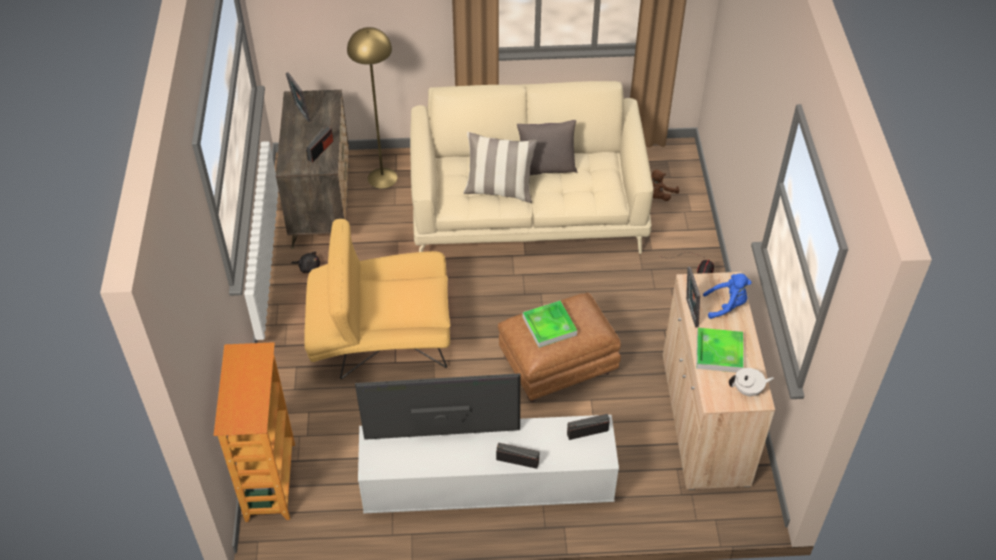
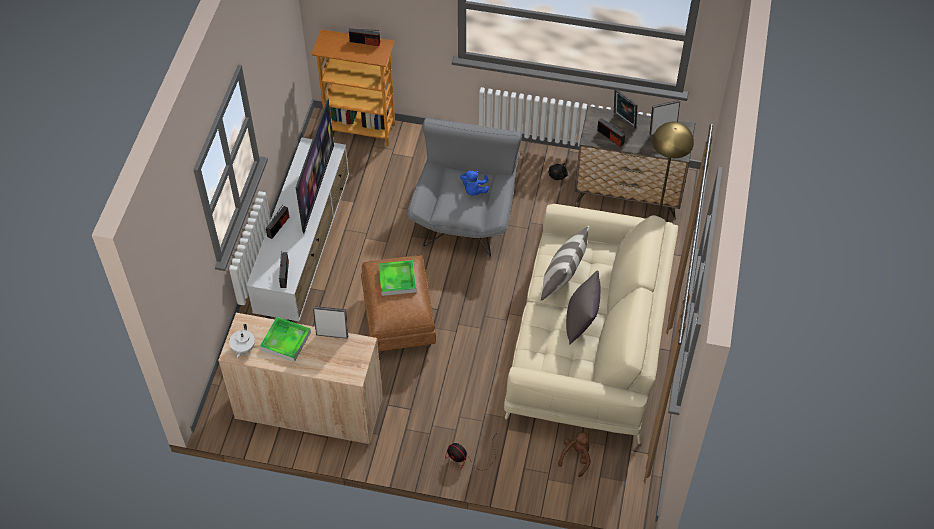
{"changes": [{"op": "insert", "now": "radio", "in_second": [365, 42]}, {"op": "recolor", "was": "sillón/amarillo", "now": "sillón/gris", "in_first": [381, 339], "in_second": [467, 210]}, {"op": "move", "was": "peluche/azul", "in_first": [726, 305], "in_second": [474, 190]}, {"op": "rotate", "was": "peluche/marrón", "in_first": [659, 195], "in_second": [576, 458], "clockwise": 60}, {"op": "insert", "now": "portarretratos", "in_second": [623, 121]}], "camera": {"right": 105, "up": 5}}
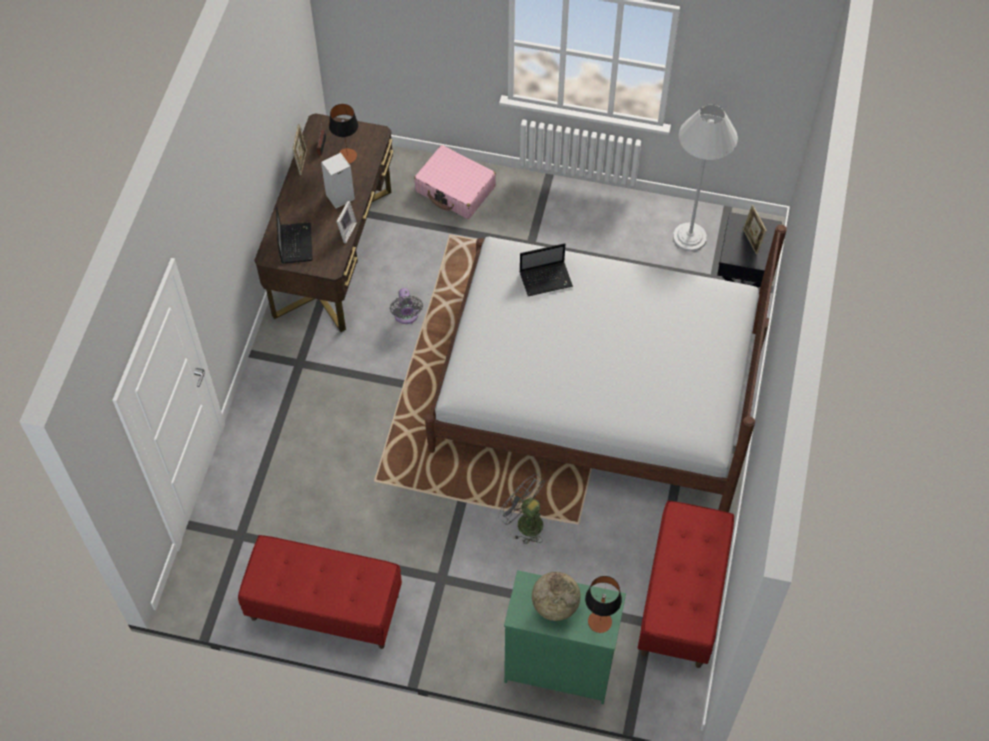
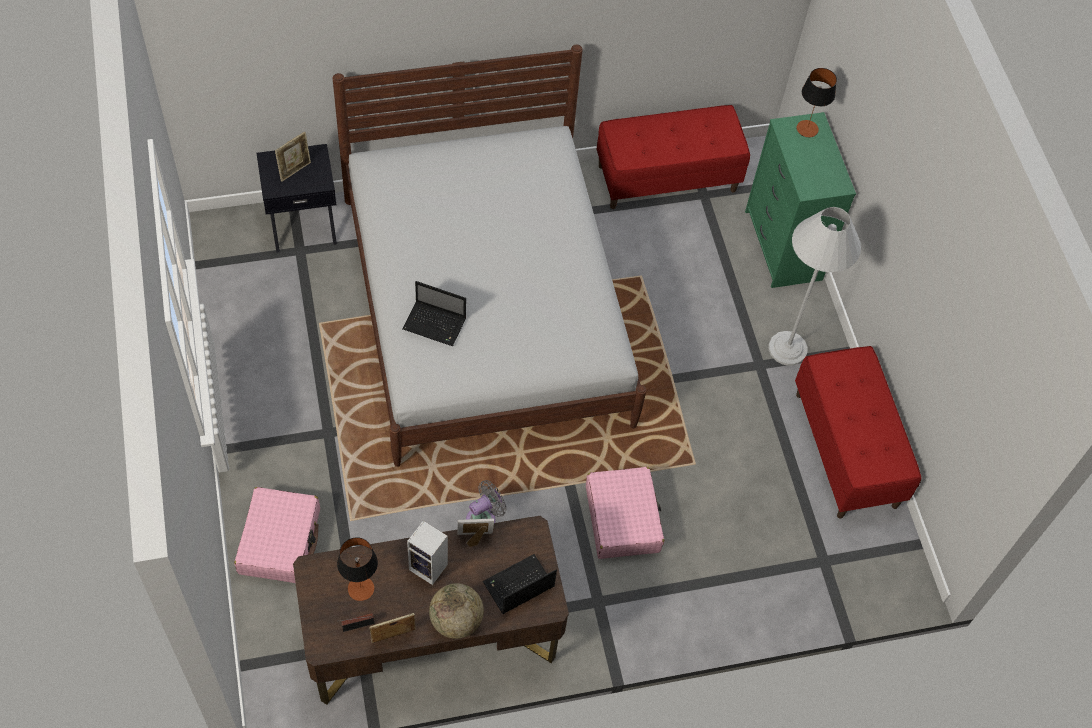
{"changes": [{"op": "rotate", "was": "portátil", "in_first": [546, 279], "in_second": [436, 324], "clockwise": 150}, {"op": "move", "was": "globo terráqueo", "in_first": [555, 605], "in_second": [456, 620]}, {"op": "insert", "now": "maleta/rosa", "in_second": [622, 518]}, {"op": "move", "was": "lámpara de pie/blanco", "in_first": [690, 237], "in_second": [787, 348]}, {"op": "delete", "was": "ventilador/gris", "in_first": [524, 522]}], "camera": {"right": -120, "up": 0}}
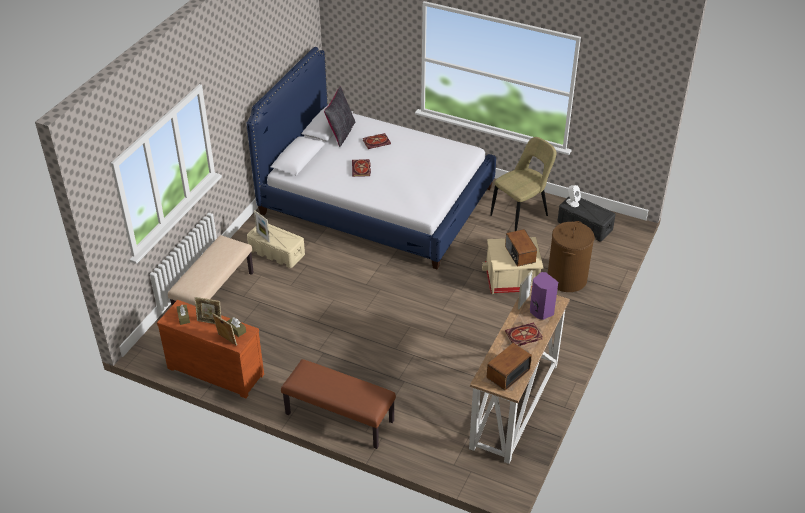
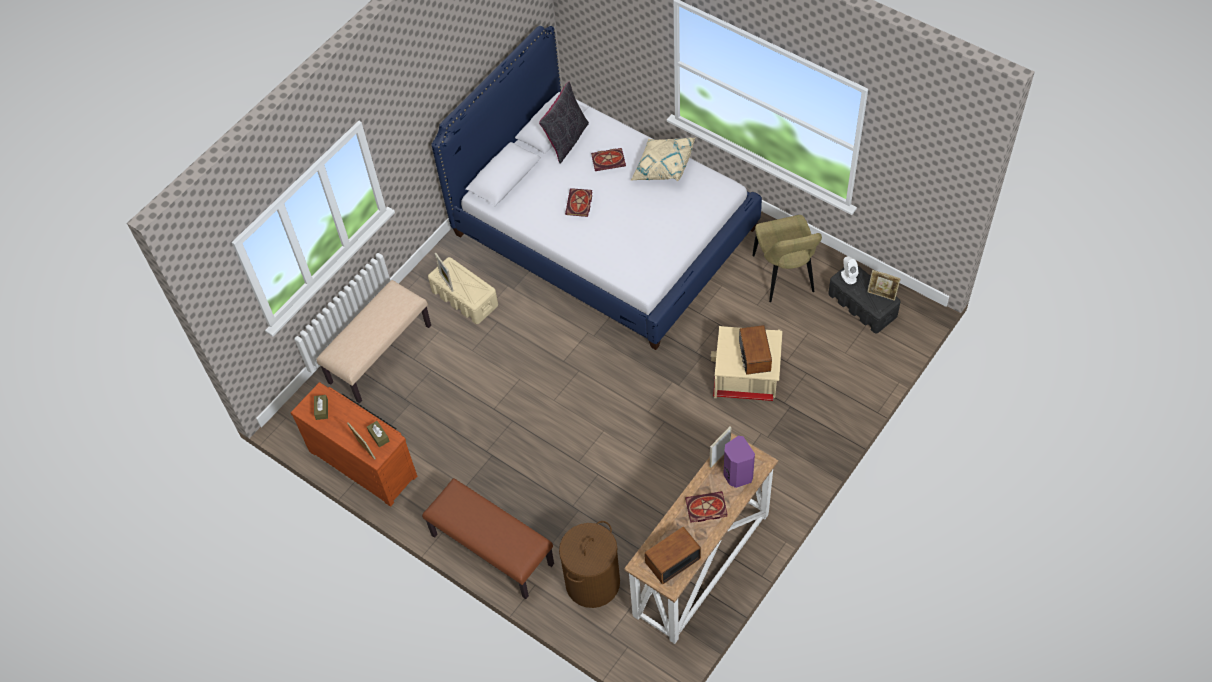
{"changes": [{"op": "move", "was": "cesto de la ropa/marrón", "in_first": [567, 279], "in_second": [592, 583]}, {"op": "insert", "now": "cojín/beis", "in_second": [662, 167]}, {"op": "rotate", "was": "silla/beis", "in_first": [521, 214], "in_second": [784, 276], "clockwise": 105}, {"op": "move", "was": "portarretratos", "in_first": [210, 322], "in_second": [881, 295]}], "camera": {"right": 15, "up": 15}}
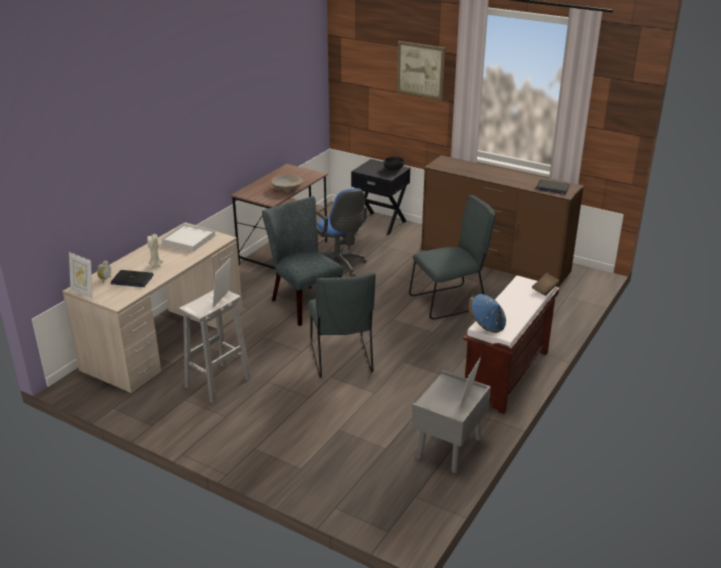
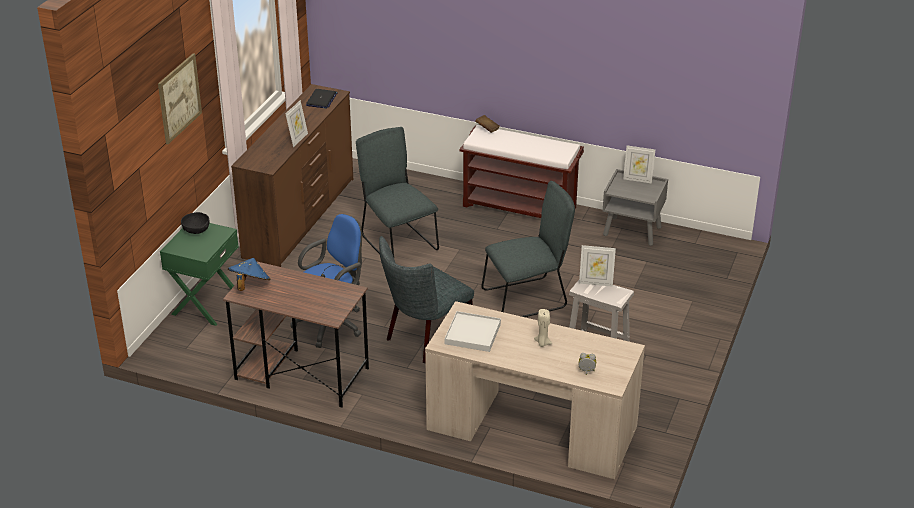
{"changes": [{"op": "recolor", "was": "mesita de noche/negro", "now": "mesita de noche/verde", "in_first": [380, 223], "in_second": [205, 304]}, {"op": "move", "was": "sombrero/azul", "in_first": [487, 324], "in_second": [249, 285]}, {"op": "move", "was": "portarretratos", "in_first": [83, 292], "in_second": [298, 139]}, {"op": "delete", "was": "portátil", "in_first": [132, 280]}, {"op": "delete", "was": "cuenco/beis", "in_first": [286, 188]}], "camera": {"right": -100, "up": 5}}
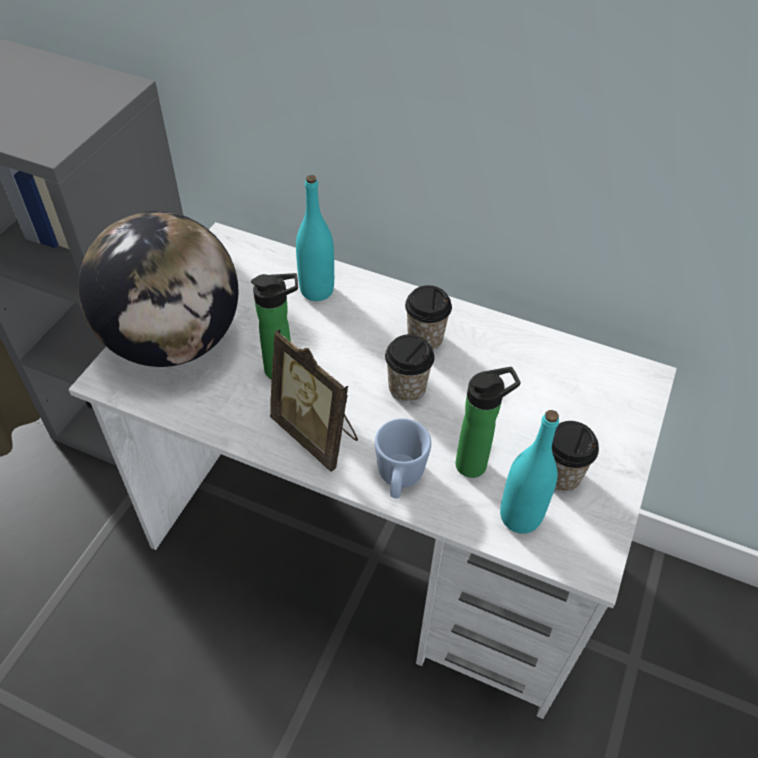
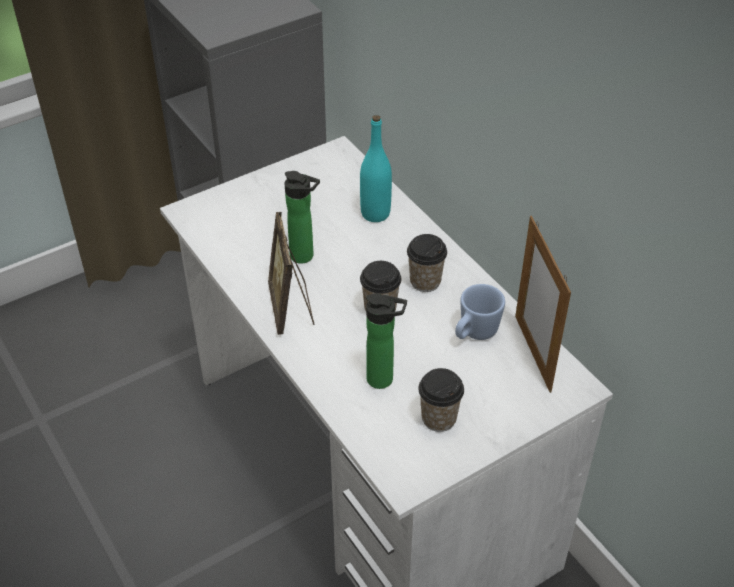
{"changes": [{"op": "move", "was": "taza grande/azul", "in_first": [399, 479], "in_second": [474, 333]}, {"op": "insert", "now": "portarretratos", "in_second": [532, 353]}, {"op": "delete", "was": "globo terráqueo", "in_first": [173, 341]}, {"op": "delete", "was": "botella/turquesa", "in_first": [520, 516]}], "camera": {"right": 35, "up": -5}}
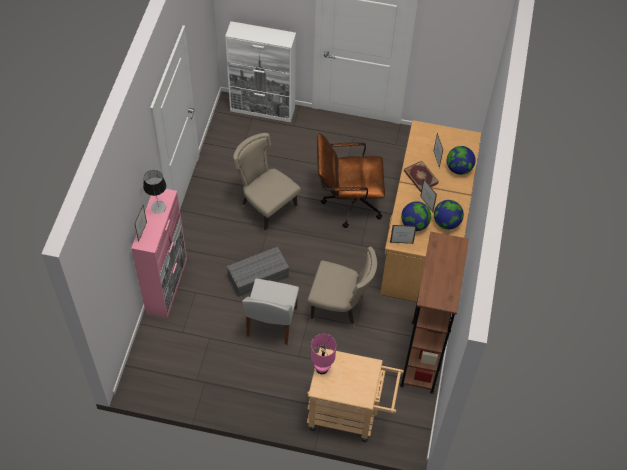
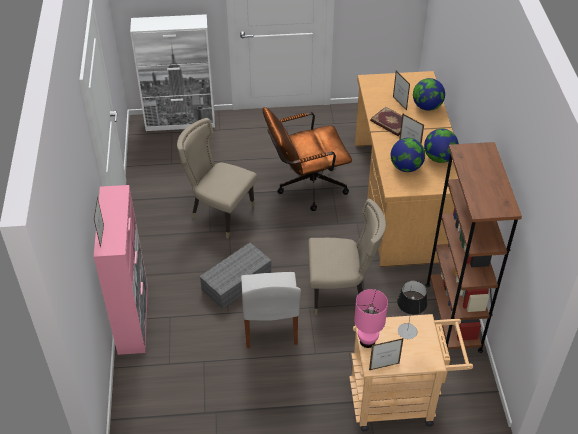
{"changes": [{"op": "move", "was": "portarretratos", "in_first": [401, 243], "in_second": [384, 367]}, {"op": "move", "was": "lámpara de mesa", "in_first": [158, 207], "in_second": [407, 331]}], "camera": {"right": -15, "up": -10}}
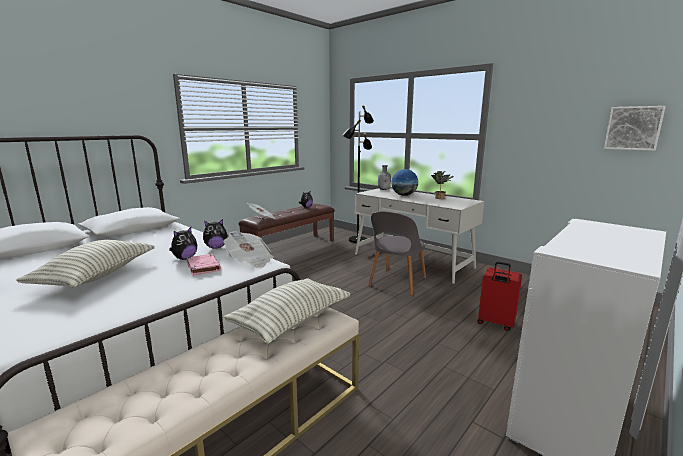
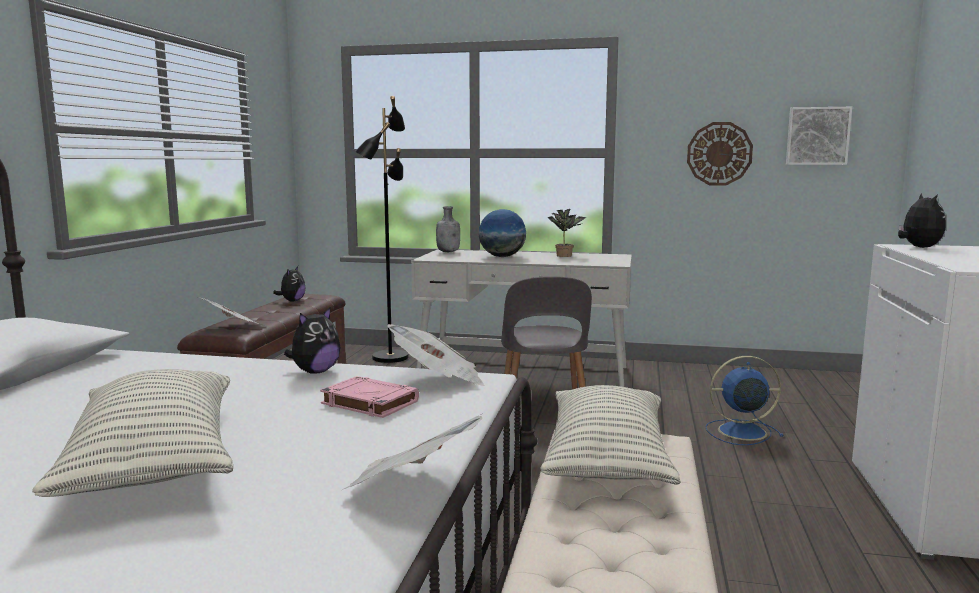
{"changes": [{"op": "insert", "now": "periódico", "in_second": [413, 488]}, {"op": "insert", "now": "reloj de pared", "in_second": [719, 154]}, {"op": "replace", "was": "maleta/rojo", "now": "ventilador/azul", "in_first": [495, 323], "in_second": [739, 432]}, {"op": "move", "was": "peluche", "in_first": [185, 258], "in_second": [918, 247]}], "camera": {"right": -30, "up": -5}}
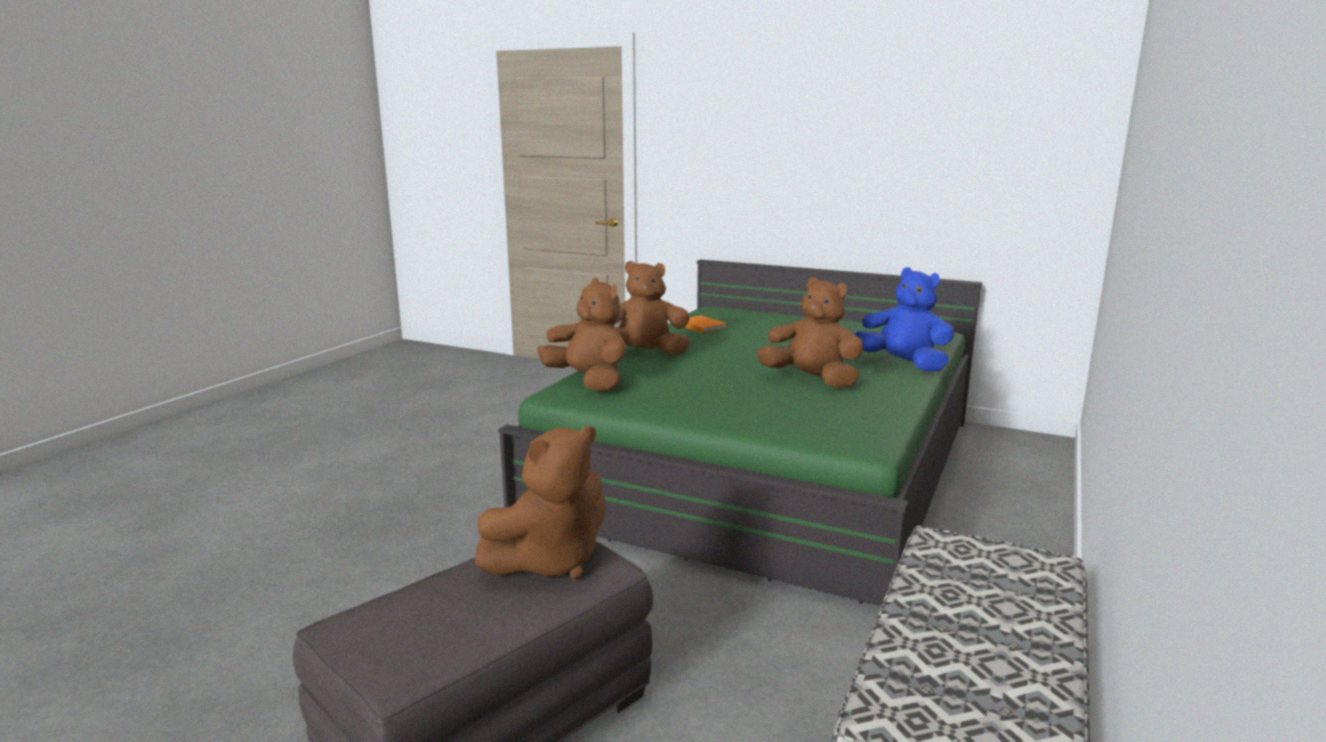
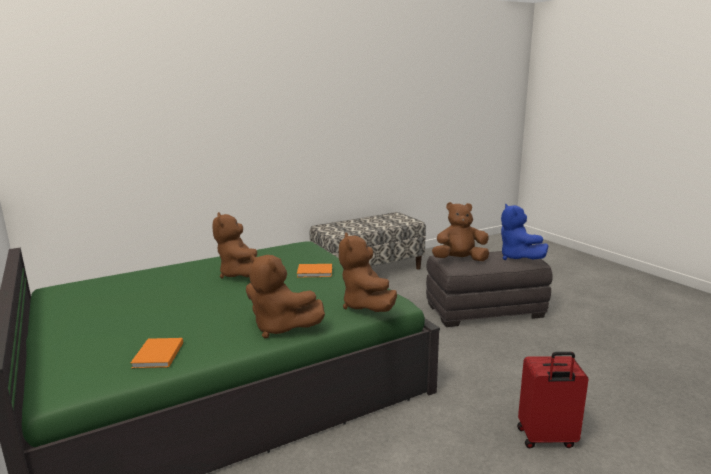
{"changes": [{"op": "insert", "now": "libro/naranja", "in_second": [316, 272]}, {"op": "move", "was": "peluche/azul", "in_first": [903, 364], "in_second": [517, 257]}, {"op": "insert", "now": "maleta/rojo", "in_second": [546, 439]}], "camera": {"right": -145, "up": 0}}
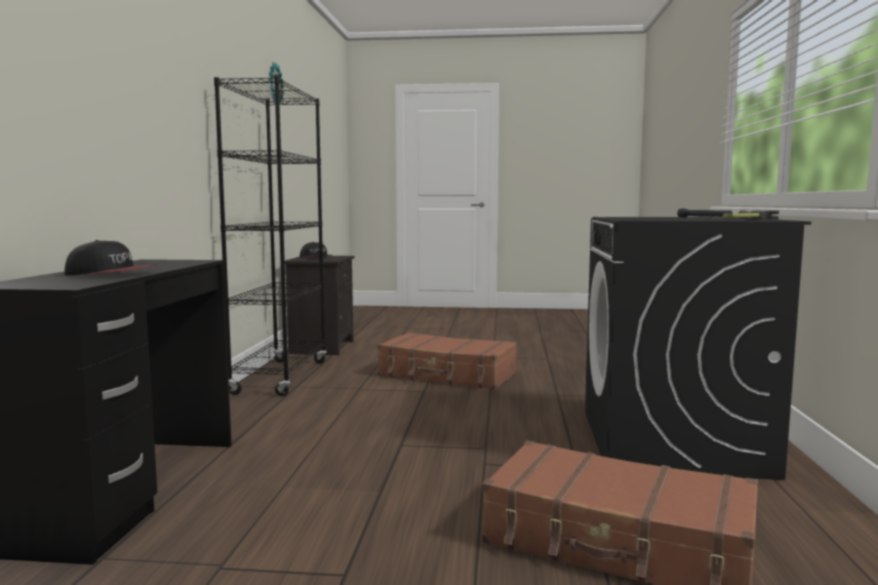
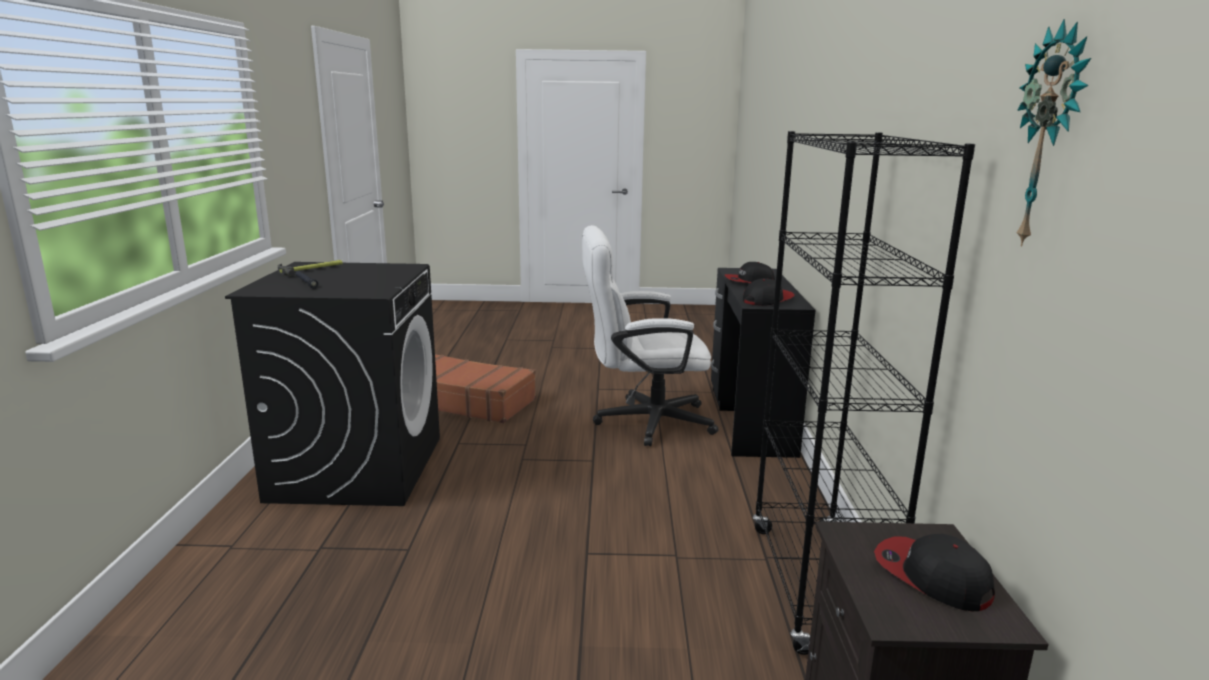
{"changes": [{"op": "insert", "now": "silla de oficina/blanco", "in_second": [643, 421]}, {"op": "insert", "now": "gorra", "in_second": [767, 299]}, {"op": "delete", "was": "maleta/marrón", "in_first": [447, 375]}], "camera": {"right": 175, "up": 10}}
